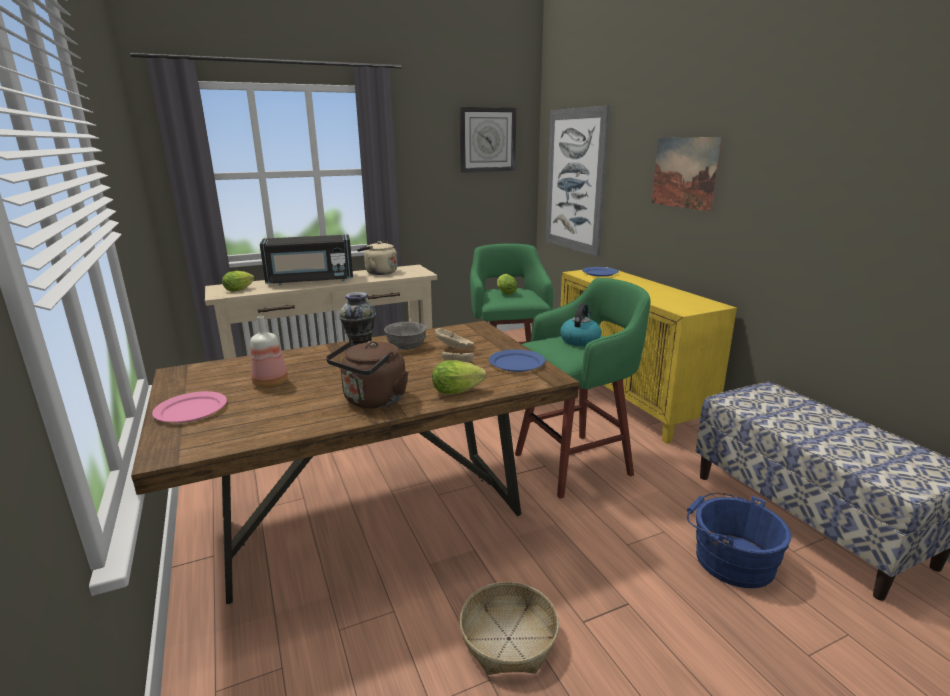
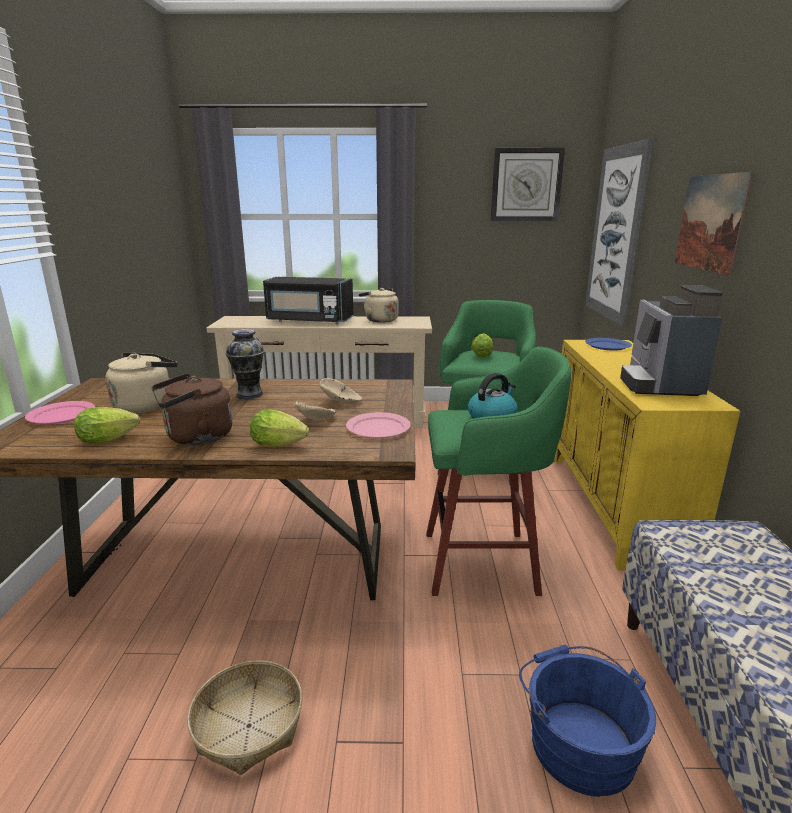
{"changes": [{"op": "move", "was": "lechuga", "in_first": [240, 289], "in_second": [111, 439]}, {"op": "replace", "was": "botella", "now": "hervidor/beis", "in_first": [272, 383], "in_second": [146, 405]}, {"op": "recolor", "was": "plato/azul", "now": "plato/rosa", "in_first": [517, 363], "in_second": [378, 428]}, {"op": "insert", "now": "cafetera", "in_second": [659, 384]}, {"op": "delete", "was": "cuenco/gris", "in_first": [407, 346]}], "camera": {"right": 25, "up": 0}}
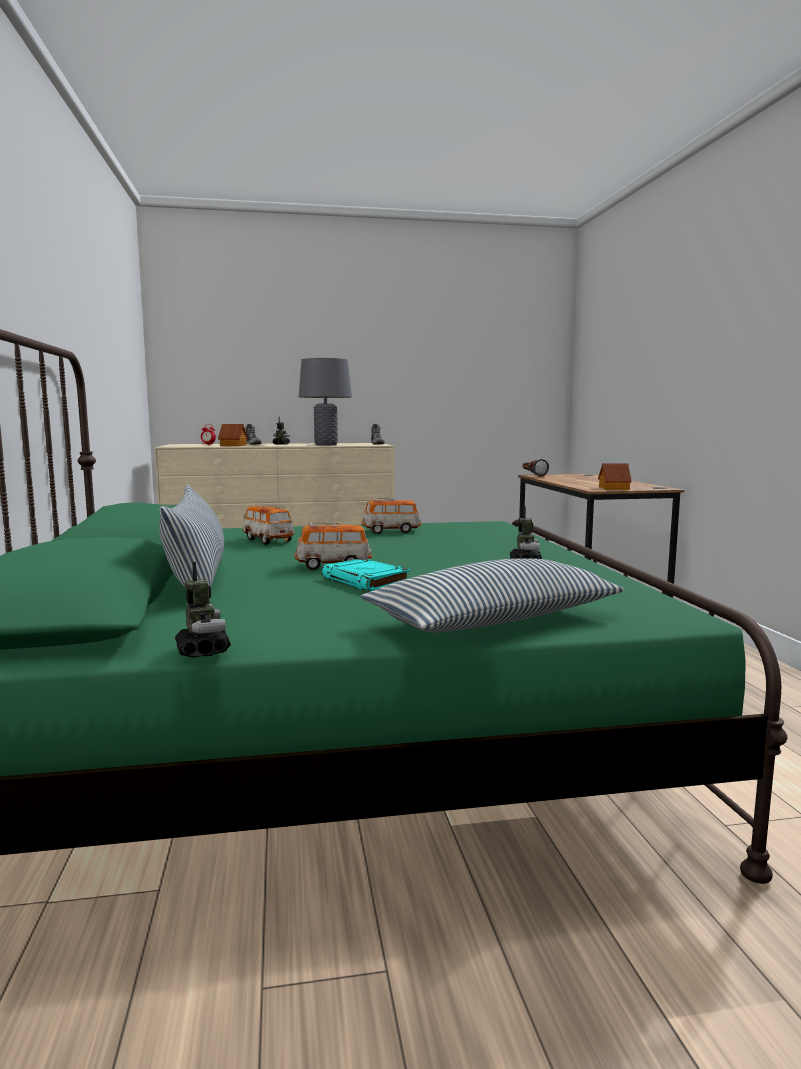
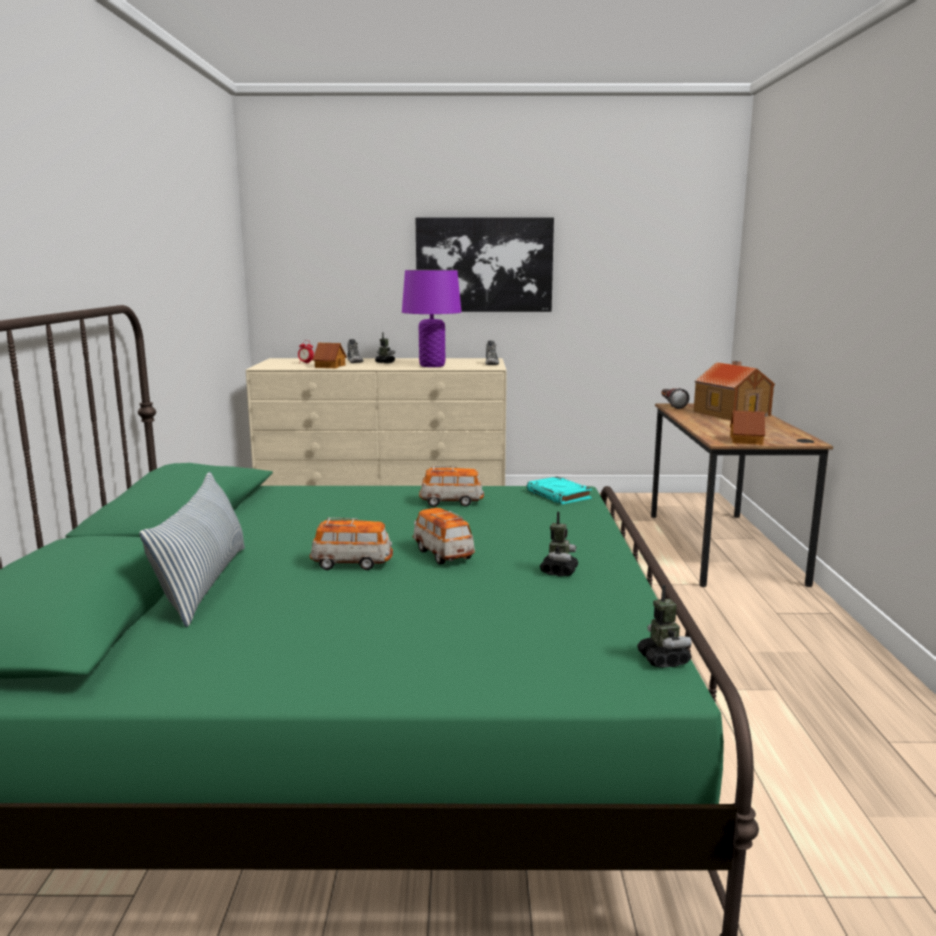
{"changes": [{"op": "recolor", "was": "lámpara de mesa/gris", "now": "lámpara de mesa/morado", "in_first": [326, 445], "in_second": [432, 365]}, {"op": "move", "was": "coche de juguete", "in_first": [268, 540], "in_second": [443, 554]}, {"op": "insert", "now": "cuadro", "in_second": [484, 265]}, {"op": "move", "was": "libro/turquesa", "in_first": [366, 581], "in_second": [559, 495]}, {"op": "move", "was": "robot de juguete", "in_first": [203, 651], "in_second": [663, 659]}, {"op": "insert", "now": "casita", "in_second": [731, 413]}, {"op": "delete", "was": "cojín", "in_first": [493, 621]}], "camera": {"right": 10, "up": 5}}
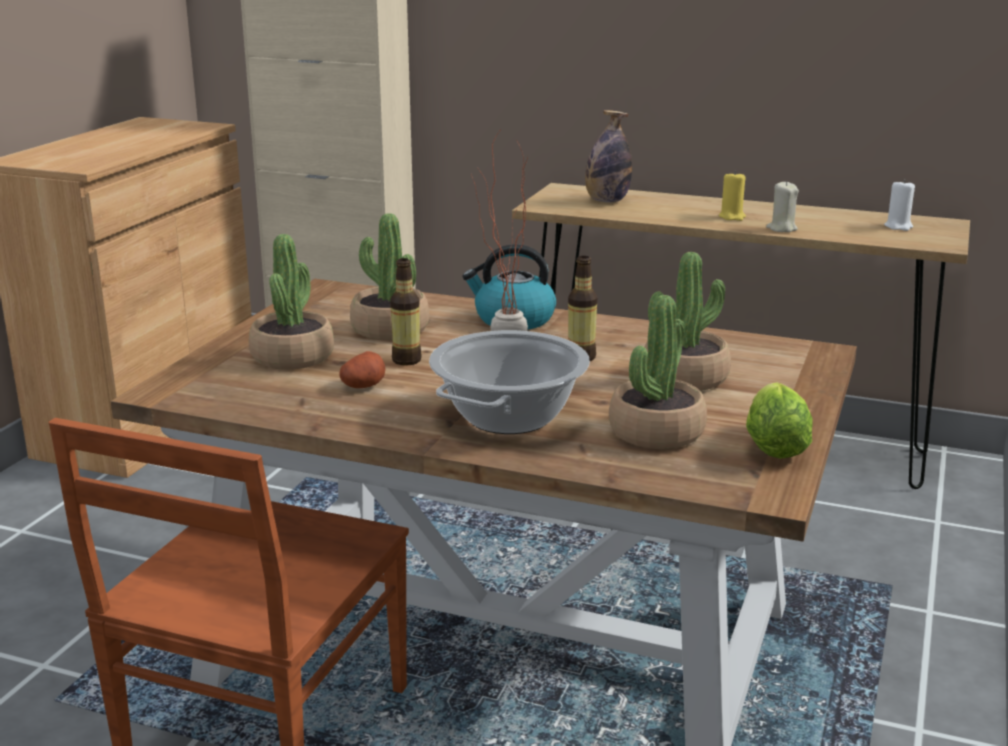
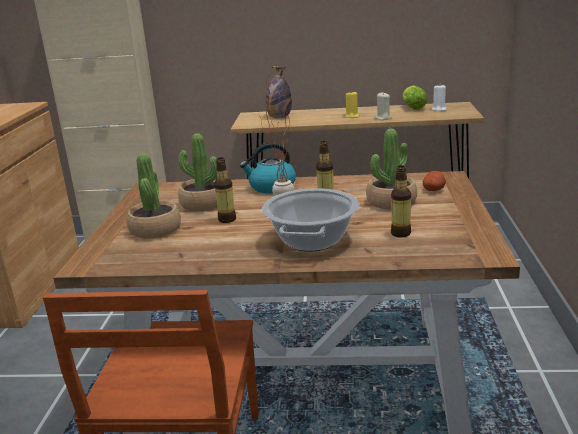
{"changes": [{"op": "replace", "was": "planta en maceta", "now": "botella", "in_first": [656, 432], "in_second": [400, 233]}, {"op": "move", "was": "lechuga", "in_first": [774, 445], "in_second": [412, 108]}, {"op": "move", "was": "patata", "in_first": [363, 386], "in_second": [433, 190]}], "camera": {"right": -15, "up": 0}}
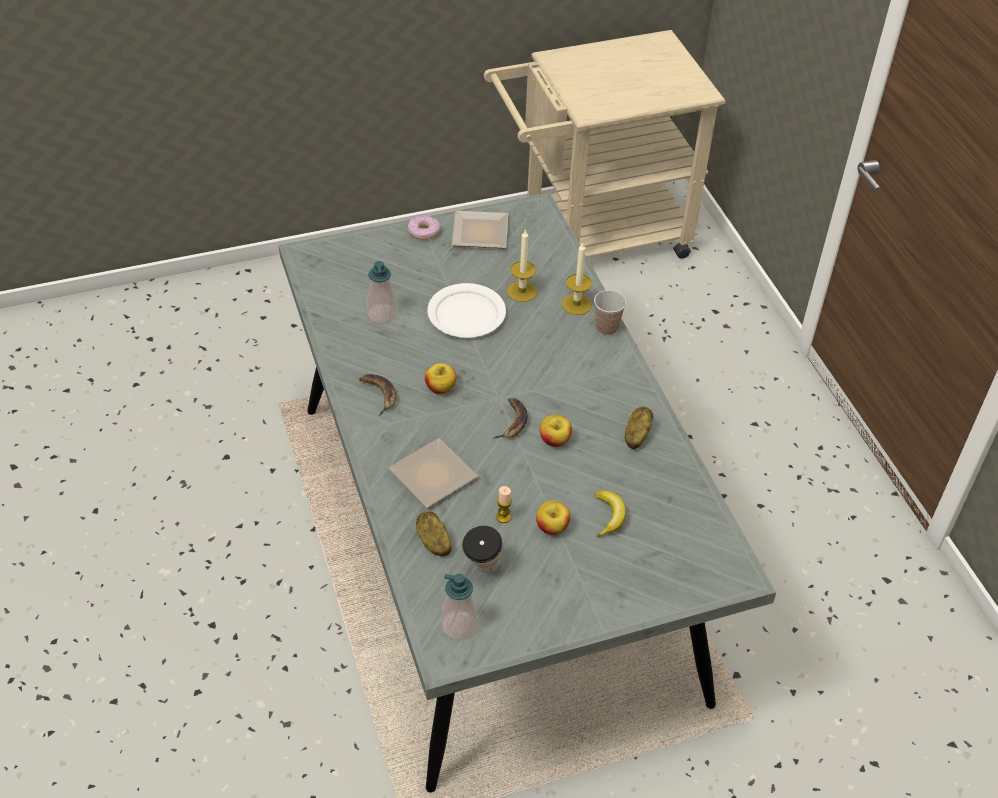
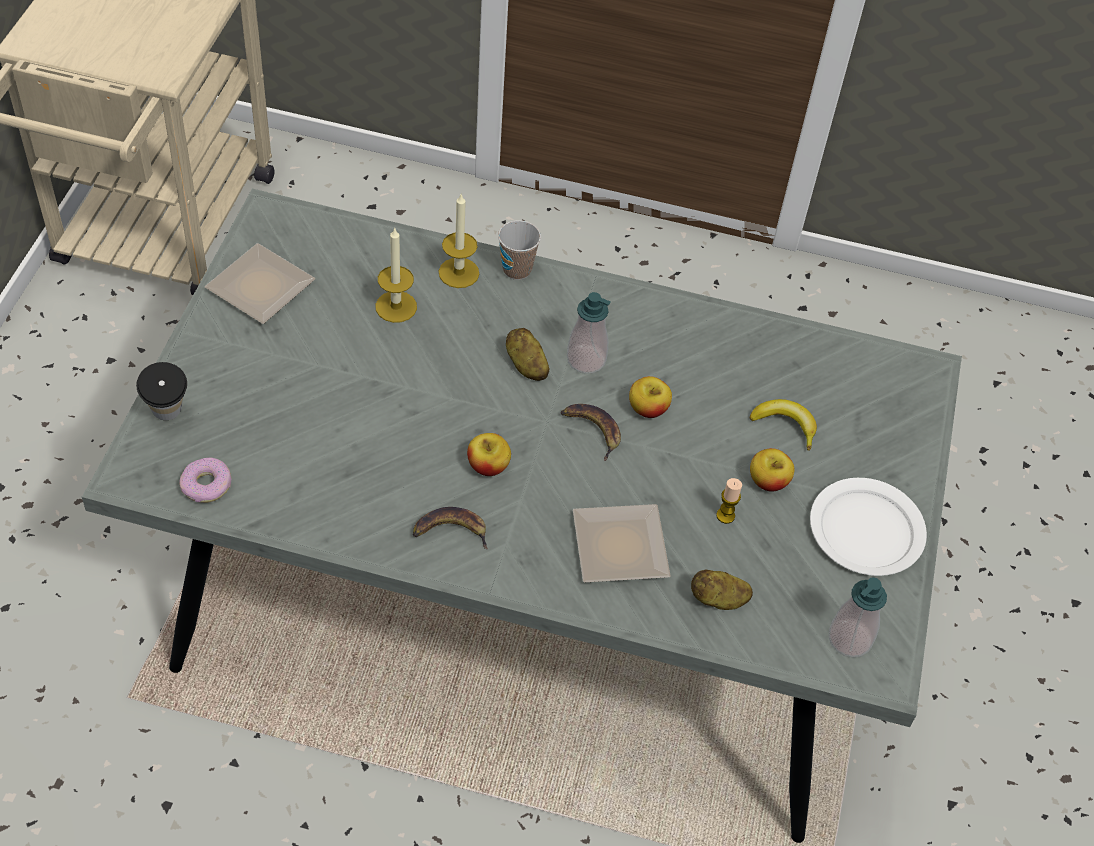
{"changes": [{"op": "move", "was": "taza", "in_first": [482, 569], "in_second": [168, 417]}, {"op": "move", "was": "rosquilla", "in_first": [423, 232], "in_second": [207, 485]}, {"op": "move", "was": "patata", "in_first": [636, 435], "in_second": [526, 365]}, {"op": "move", "was": "dispensador de jabón", "in_first": [381, 314], "in_second": [586, 360]}, {"op": "move", "was": "plato/blanco", "in_first": [466, 313], "in_second": [865, 529]}], "camera": {"right": -60, "up": 5}}
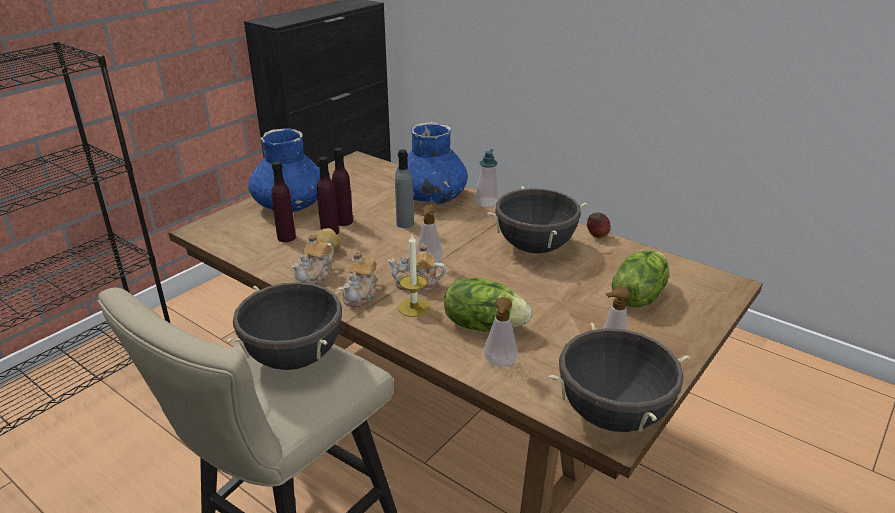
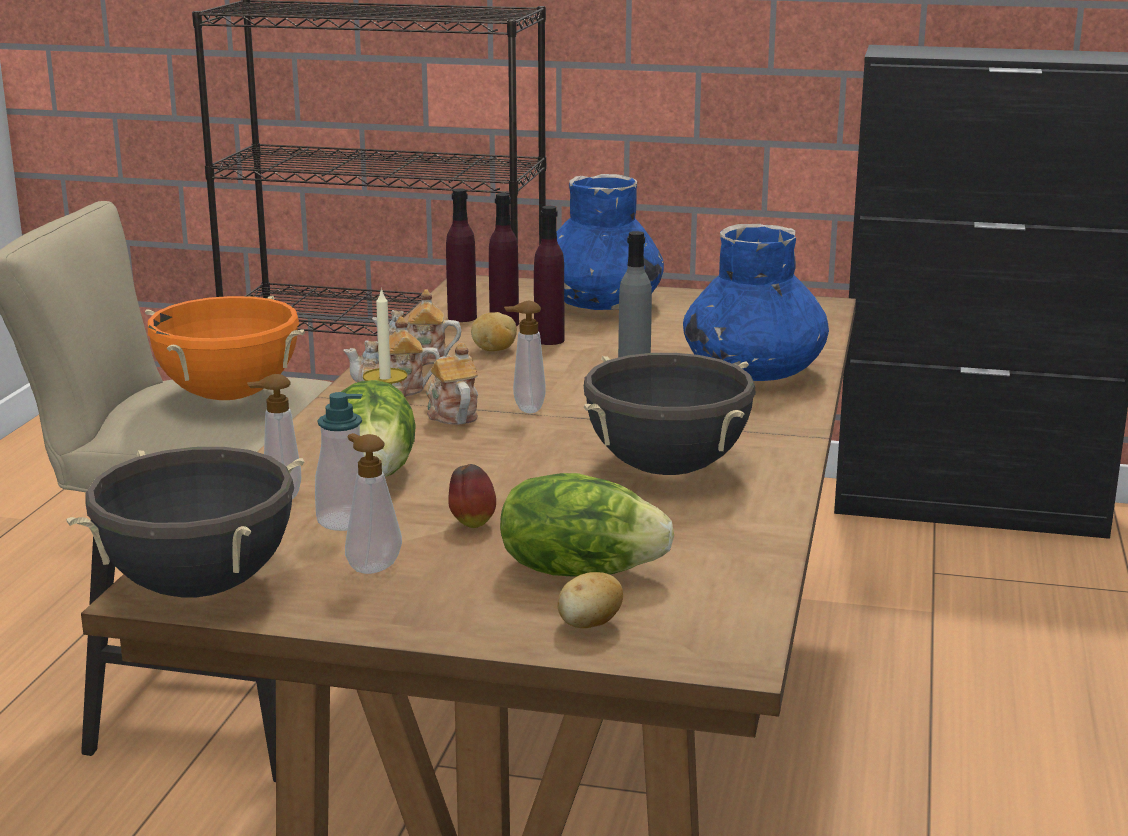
{"changes": [{"op": "recolor", "was": "olla/negro", "now": "olla/naranja", "in_first": [294, 358], "in_second": [229, 396]}, {"op": "move", "was": "dispensador de jabón", "in_first": [487, 203], "in_second": [345, 520]}, {"op": "move", "was": "botella/morado", "in_first": [344, 221], "in_second": [462, 317]}, {"op": "move", "was": "manzana", "in_first": [597, 237], "in_second": [472, 523]}, {"op": "insert", "now": "patata", "in_second": [589, 625]}], "camera": {"right": 65, "up": -10}}
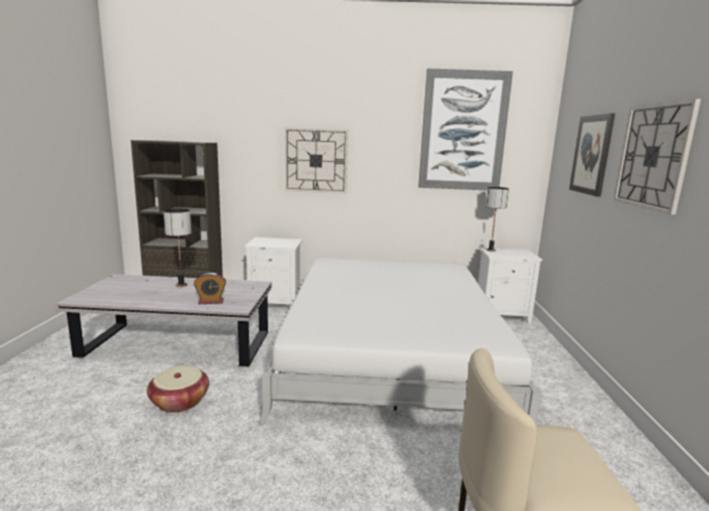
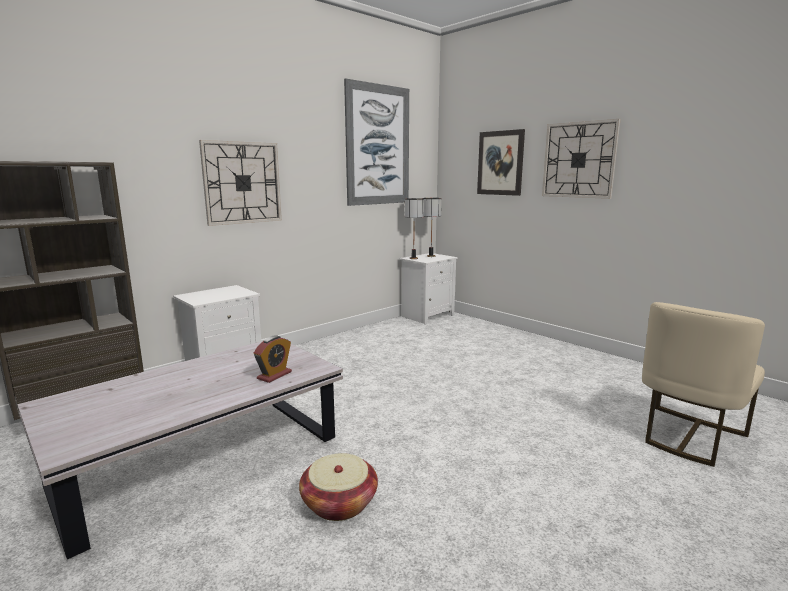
{"changes": [{"op": "move", "was": "lámpara de mesa", "in_first": [181, 285], "in_second": [431, 256]}, {"op": "delete", "was": "cama/blanco", "in_first": [390, 349]}], "camera": {"right": -45, "up": 0}}
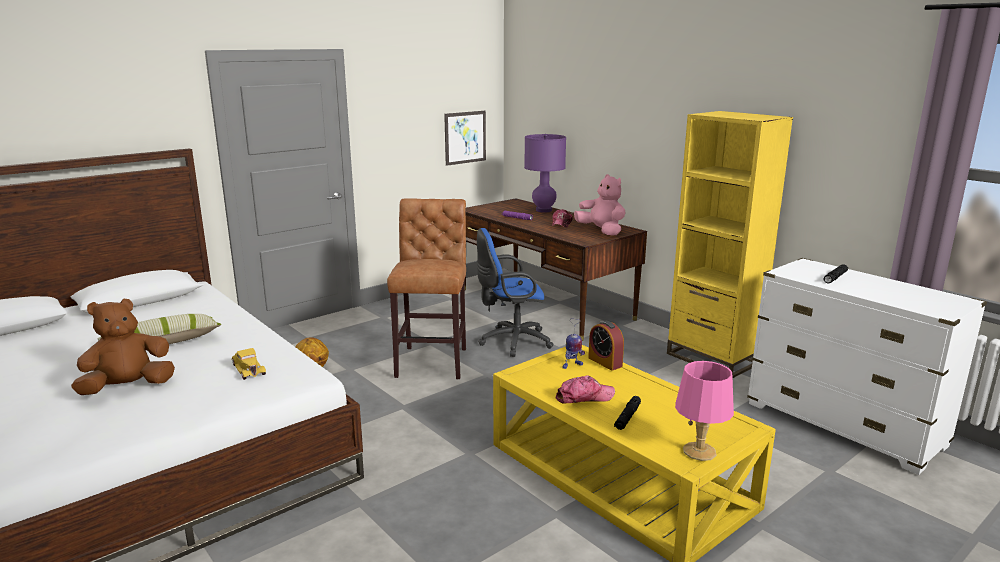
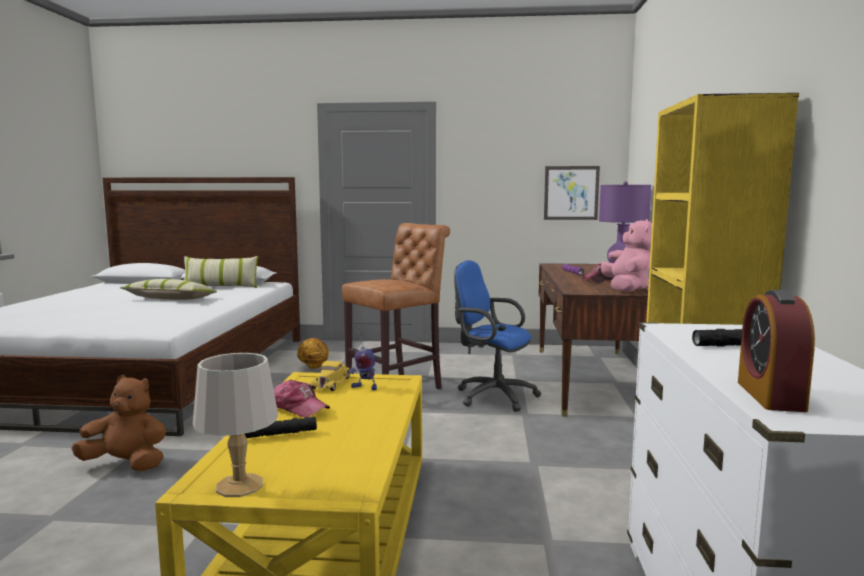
{"changes": [{"op": "move", "was": "peluche/marrón", "in_first": [128, 387], "in_second": [127, 464]}, {"op": "insert", "now": "cojín", "in_second": [221, 287]}, {"op": "recolor", "was": "lámpara de mesa/rosa", "now": "lámpara de mesa/gris", "in_first": [700, 452], "in_second": [239, 486]}, {"op": "move", "was": "coche de juguete/amarillo", "in_first": [248, 369], "in_second": [331, 383]}, {"op": "move", "was": "despertador", "in_first": [605, 362], "in_second": [770, 396]}], "camera": {"right": 45, "up": -10}}
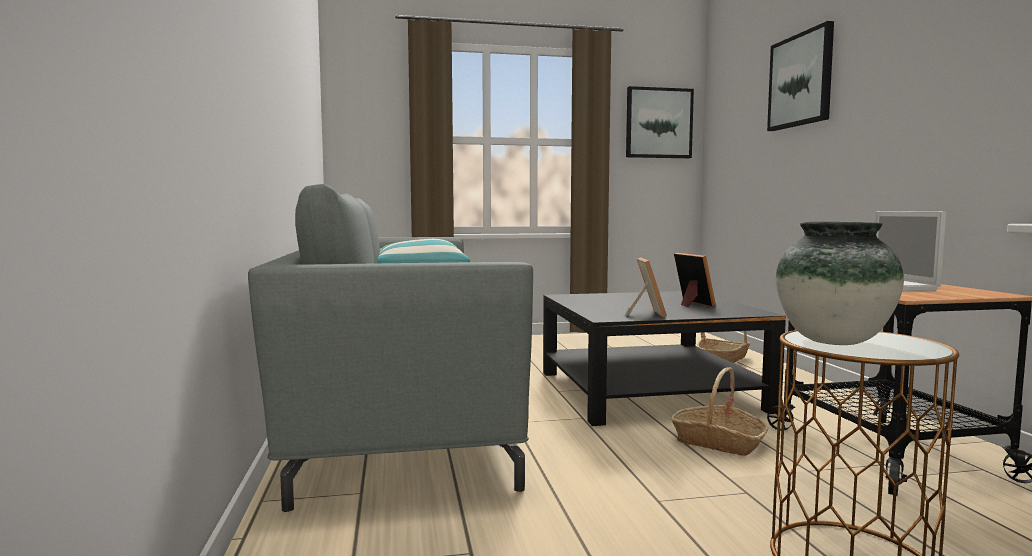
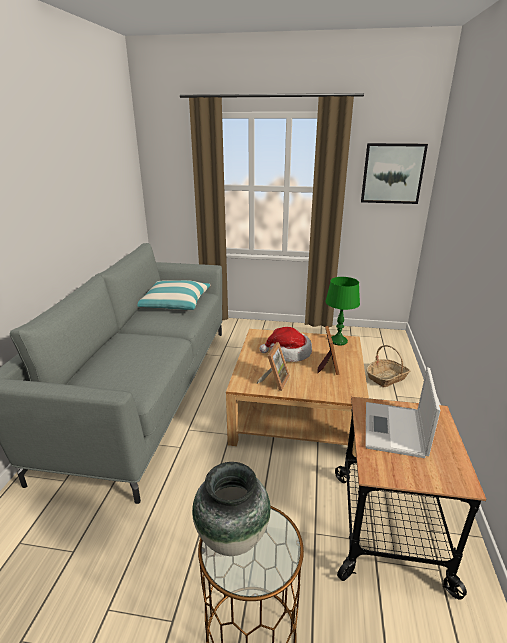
{"changes": [{"op": "recolor", "was": "mesa de centro/negro", "now": "mesa de centro/beis", "in_first": [648, 391], "in_second": [297, 411]}, {"op": "insert", "now": "sombrero", "in_second": [288, 353]}, {"op": "insert", "now": "lámpara de mesa/verde", "in_second": [338, 341]}, {"op": "delete", "was": "cesta", "in_first": [718, 442]}, {"op": "delete", "was": "cuadro", "in_first": [801, 80]}], "camera": {"right": 20, "up": 20}}
